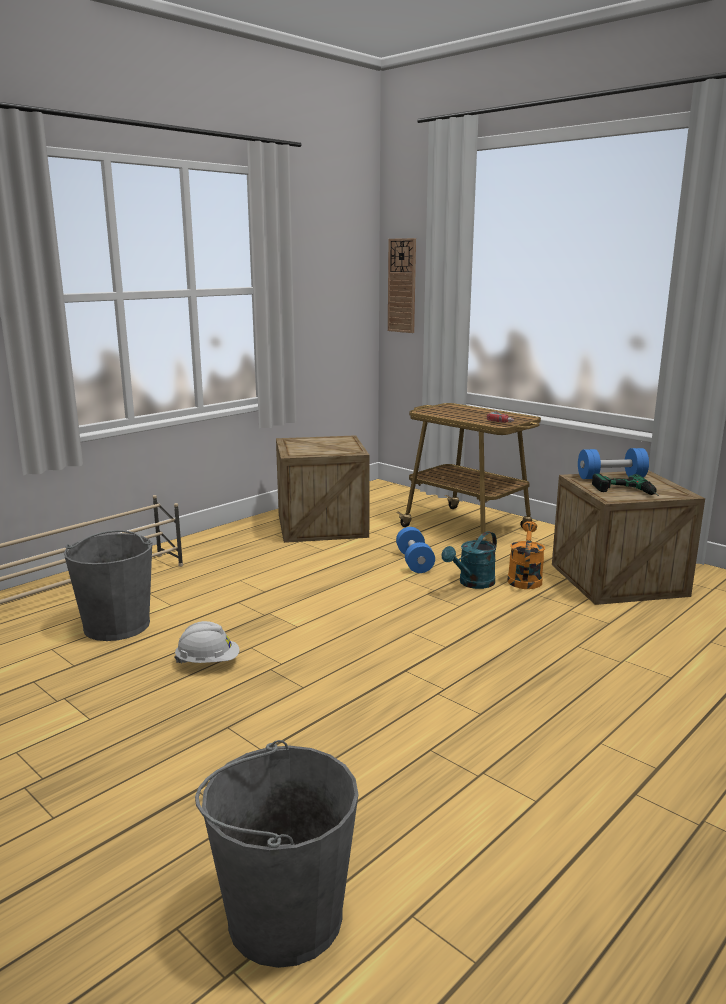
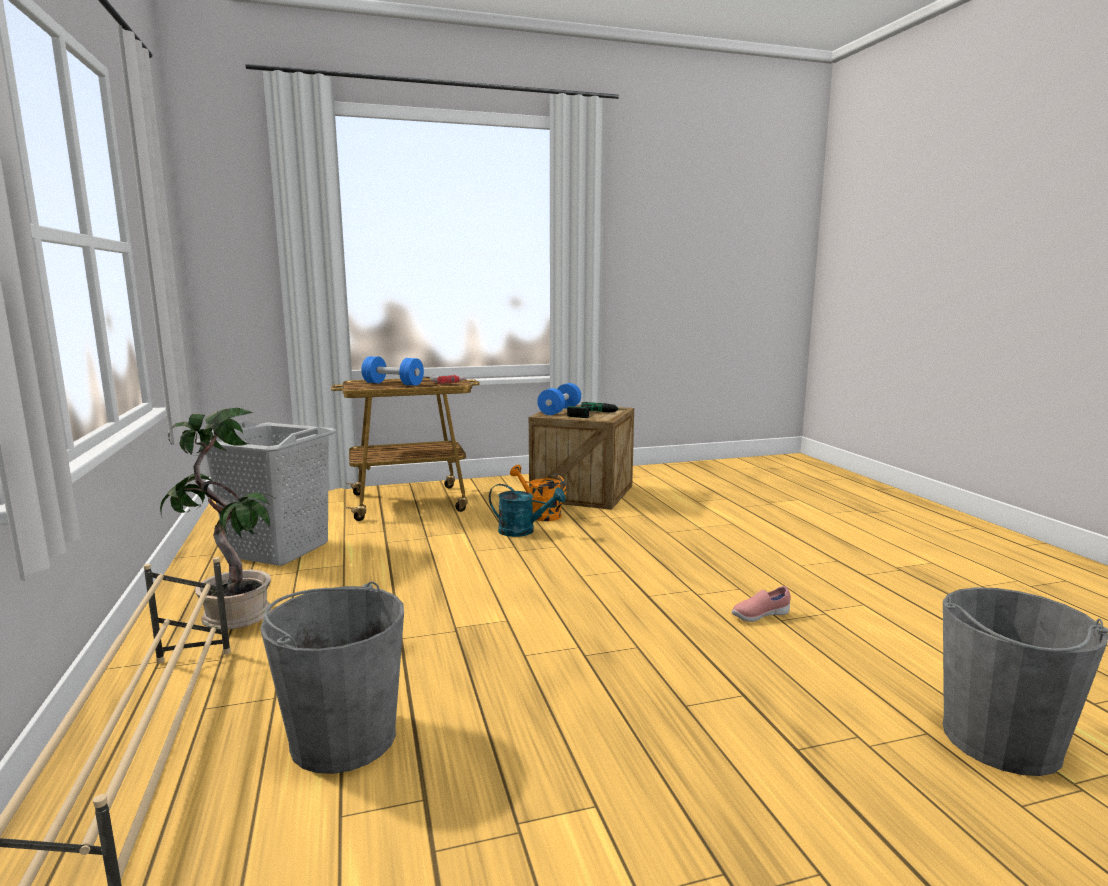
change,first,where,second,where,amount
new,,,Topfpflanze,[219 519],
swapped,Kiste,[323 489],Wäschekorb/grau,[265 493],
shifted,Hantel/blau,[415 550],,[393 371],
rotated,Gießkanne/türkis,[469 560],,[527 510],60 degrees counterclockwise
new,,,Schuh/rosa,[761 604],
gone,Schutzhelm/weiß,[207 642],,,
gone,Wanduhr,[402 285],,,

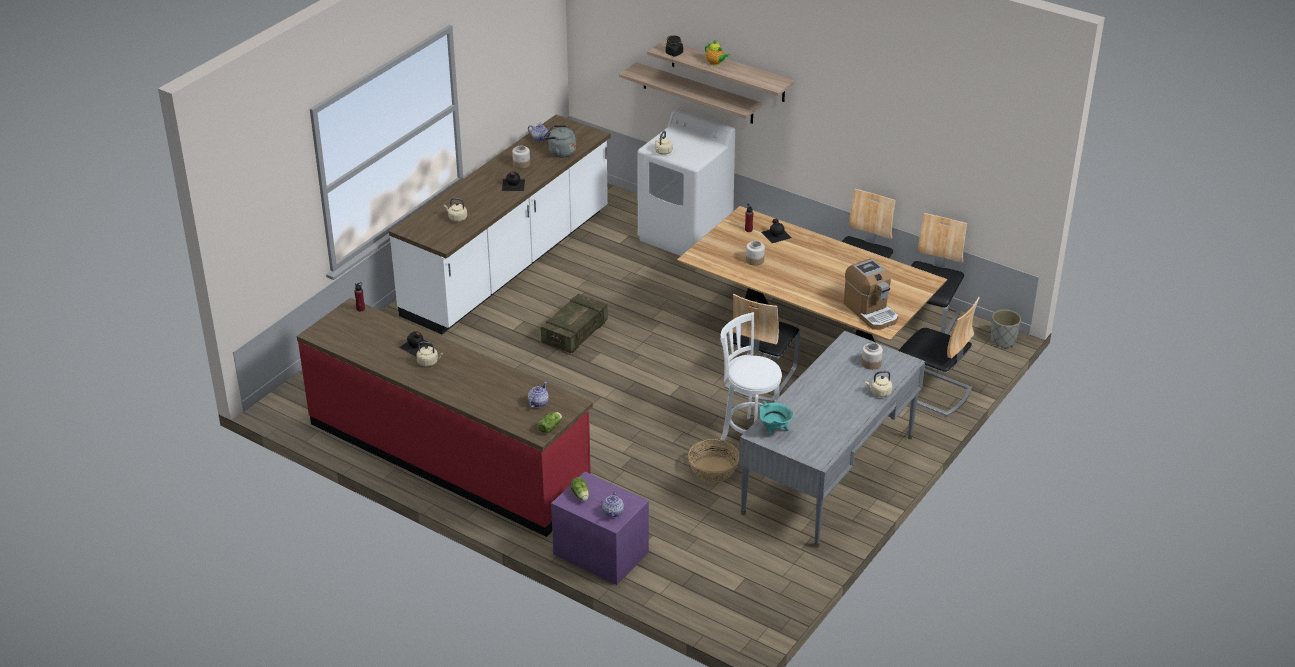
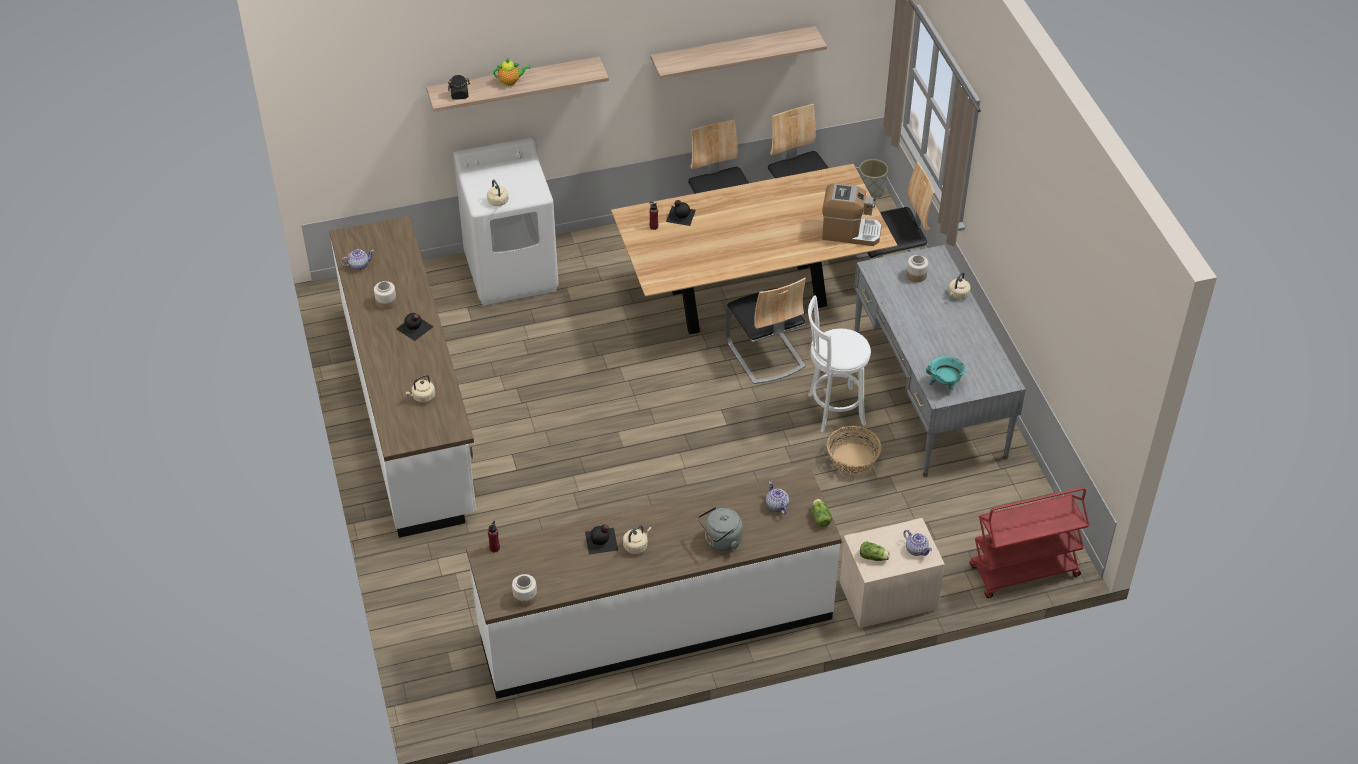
change,first,where,second,where,amount
repainted,Küchenzeile/rot,[445 417],Küchenzeile/weiß,[654 584],
shifted,Vorratsglas,[755 253],,[524 590],
shifted,Wandregal,[690 93],,[738 52],
shifted,Wasserkessel/grau,[560 141],,[720 529],
repainted,Nachttisch/lila,[600 528],Nachttisch/beige,[892 573],
new,,,Rollwagen/rot,[1030 542],
gone,Kiste,[574 323],,,

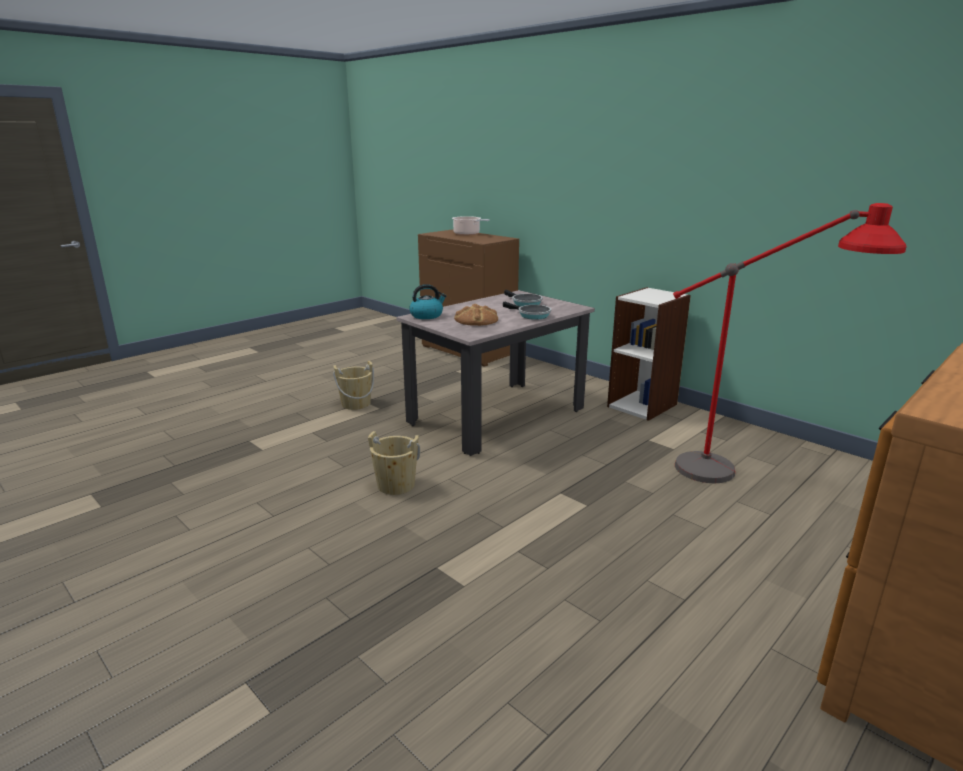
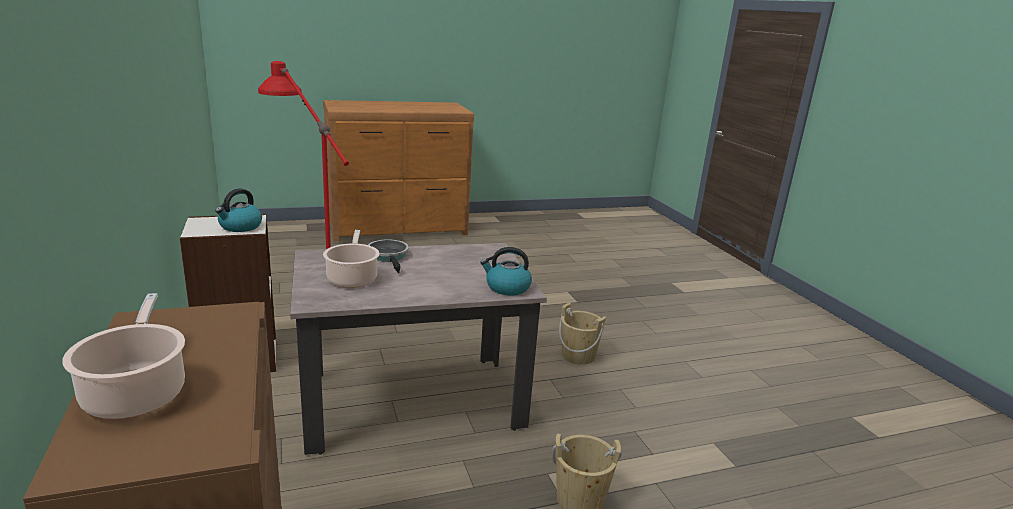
change,first,where,second,where,amount
new,,,Wasserkessel,[238 210],
swapped,Pfanne,[523 298],Kochtopf,[351 259],
gone,Brot,[476 315],,,

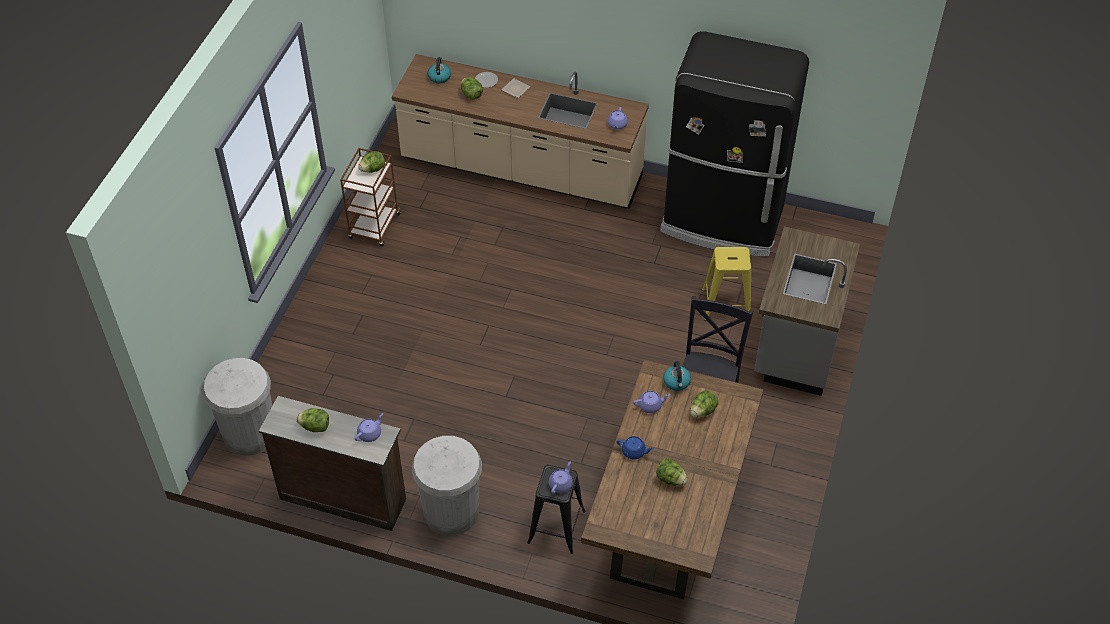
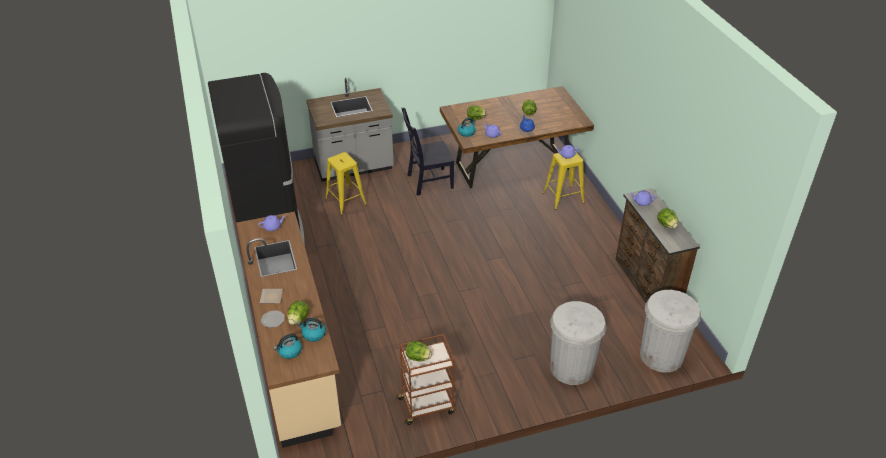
change,first,where,second,where,amount
new,,,Wasserkessel,[312 330],
repainted,Hocker/schwarz,[556 509],Hocker/gelb,[564 180],
shifted,Mülleimer/weiß,[447 486],,[578 343],

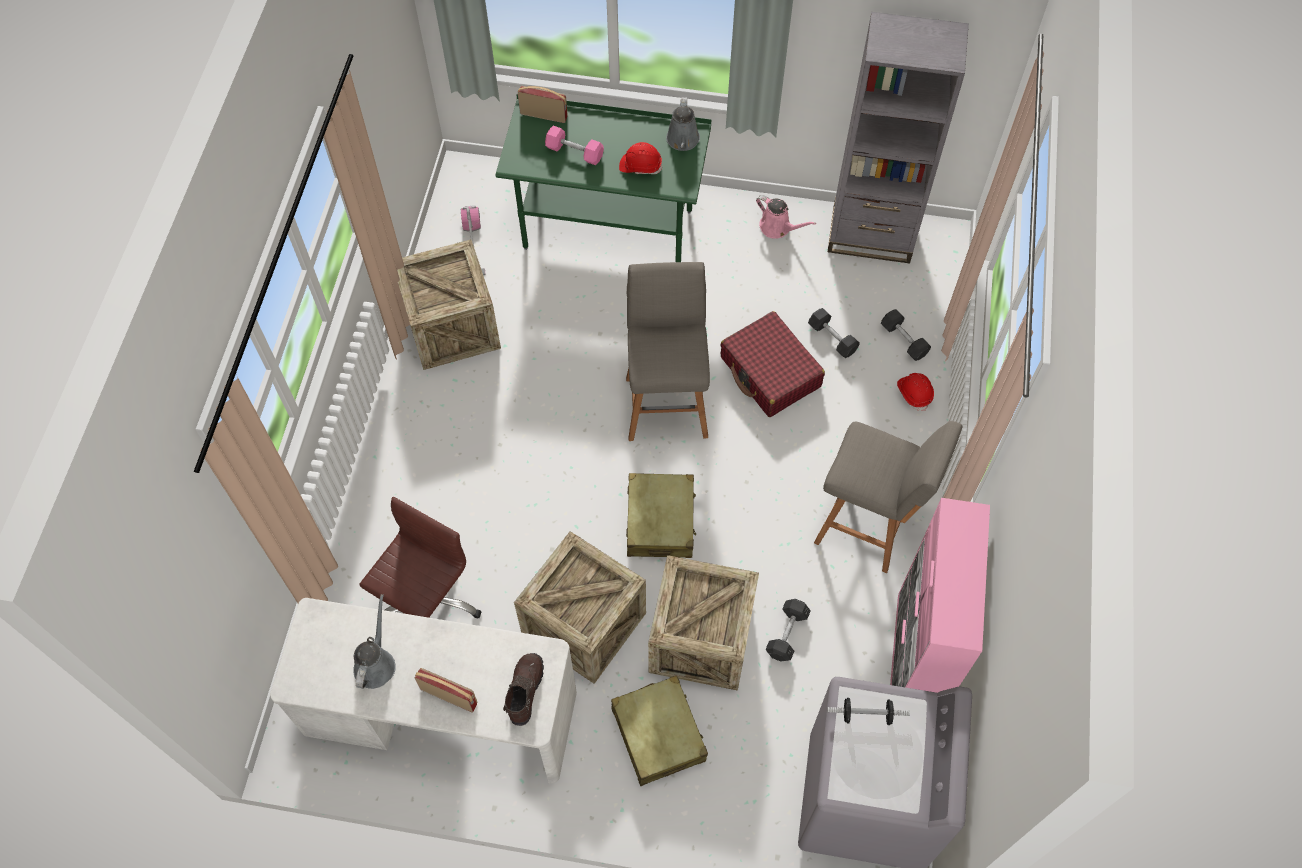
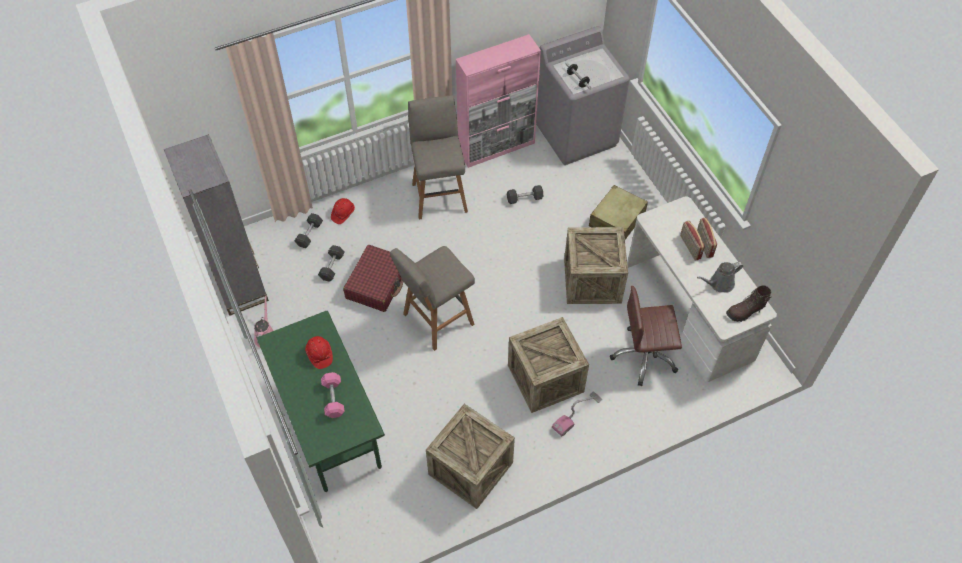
change,first,where,second,where,amount
shifted,Kiste,[703 623],,[548 365],
shifted,Staubsauger,[473 240],,[577 414],
shifted,Radio,[543 104],,[692 241],
shifted,Stiefel/braun,[523 689],,[748 304],
gone,Koffer/beige,[661 515],,,
gone,Gießkanne/grau,[683 124],,,

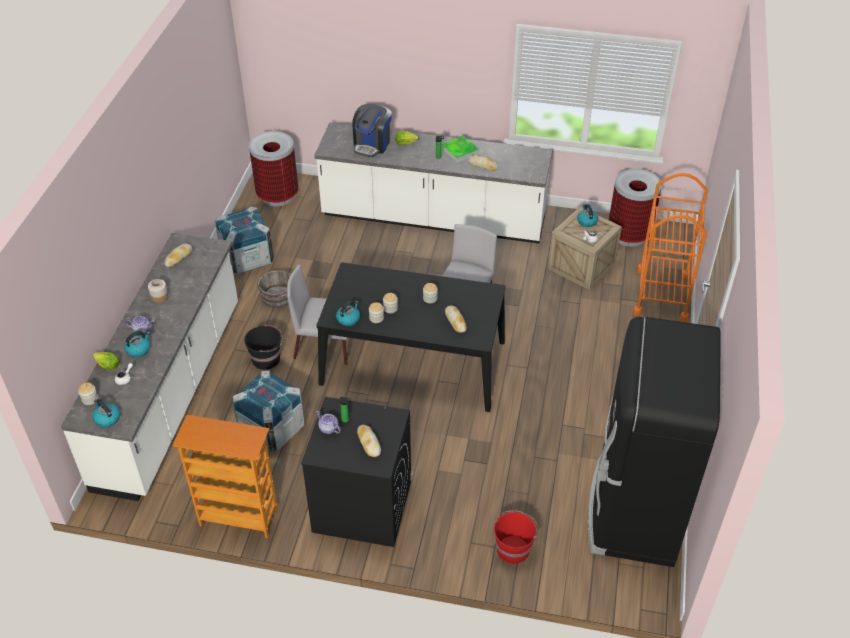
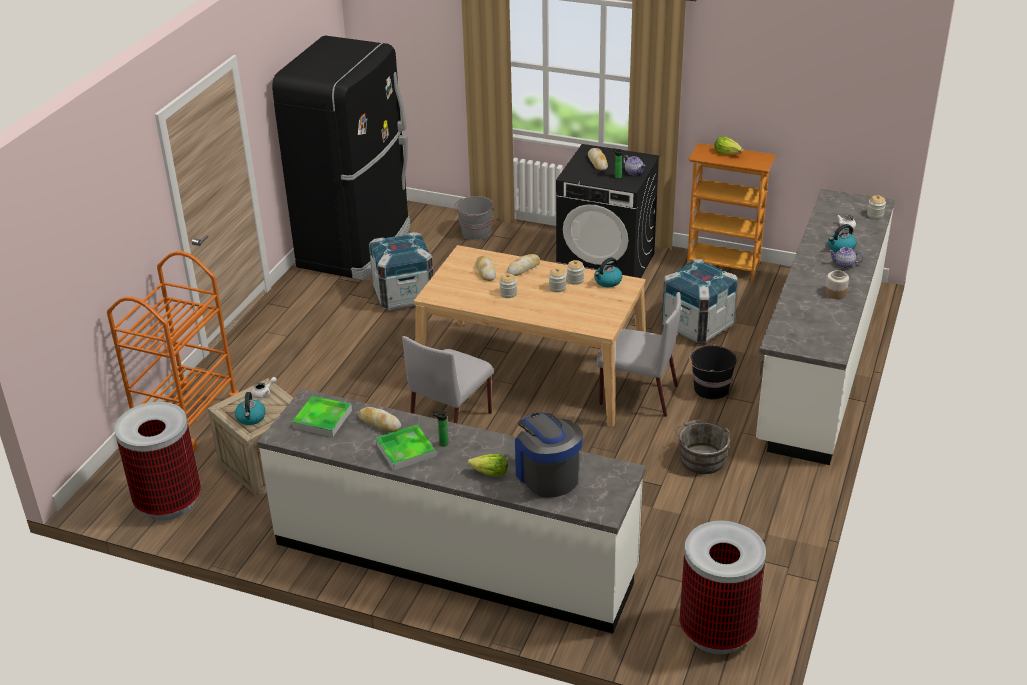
change,first,where,second,where,amount
new,,,Tablett,[322 416],
shifted,Kiste,[244 240],,[401 271],
repainted,Esstisch/schwarz,[411 337],Esstisch/beige,[530 336],
repainted,Eimer/rot,[516 537],Eimer/grau,[474 218],
shifted,Brot,[178 255],,[523 265],
rotated,Kaffeemaschine,[372 130],,[549 455],60 degrees counterclockwise
shifted,Salatkopf,[106 361],,[728 145],
gone,Wasserkessel,[106 413],,,

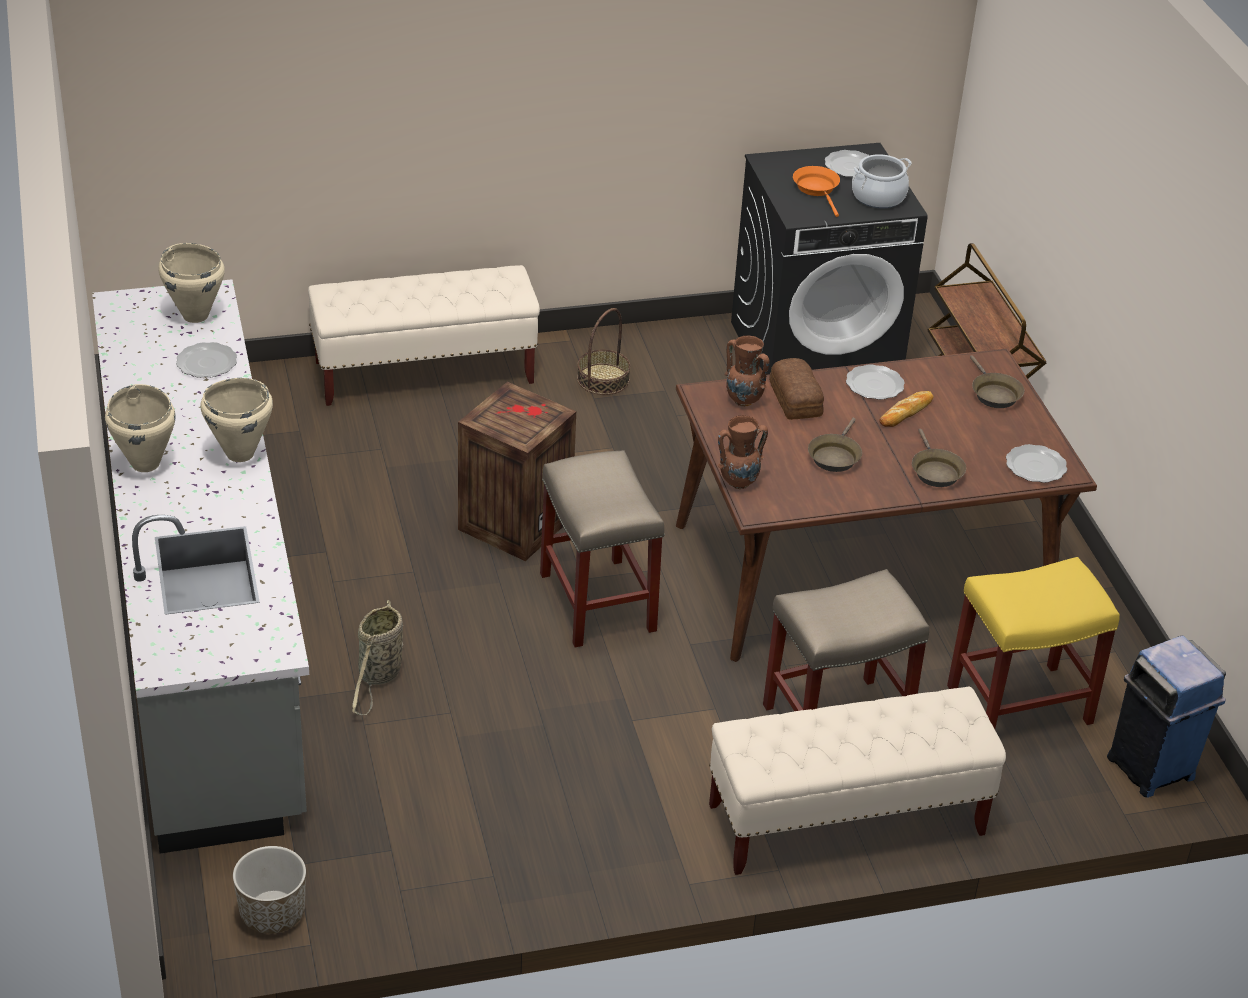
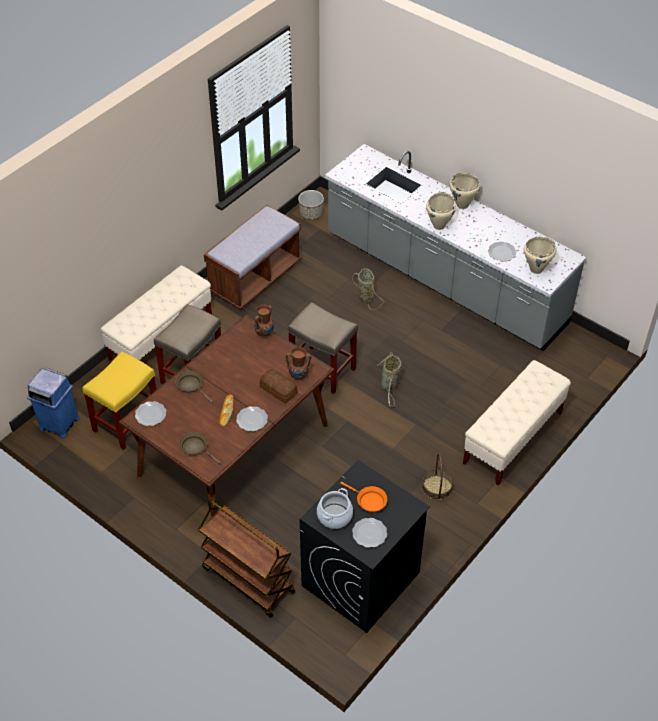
change,first,where,second,where,amount
new,,,Bank/braun,[252 257],
swapped,Kiste,[517 471],Korb,[390 379],
gone,Pfanne/braun,[835 445],,,

